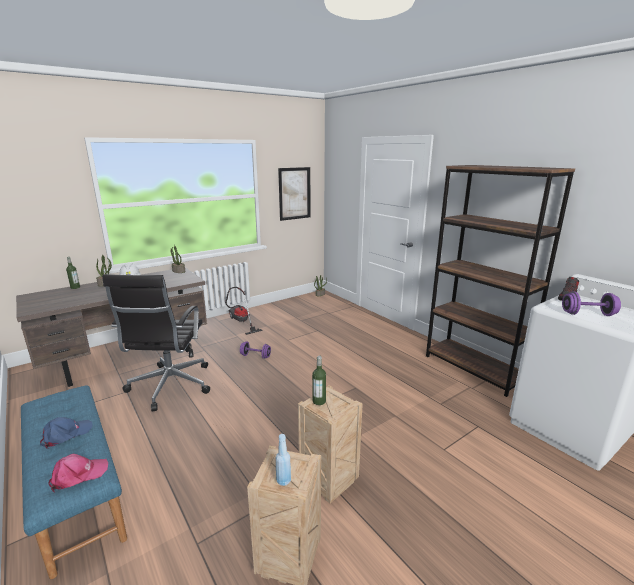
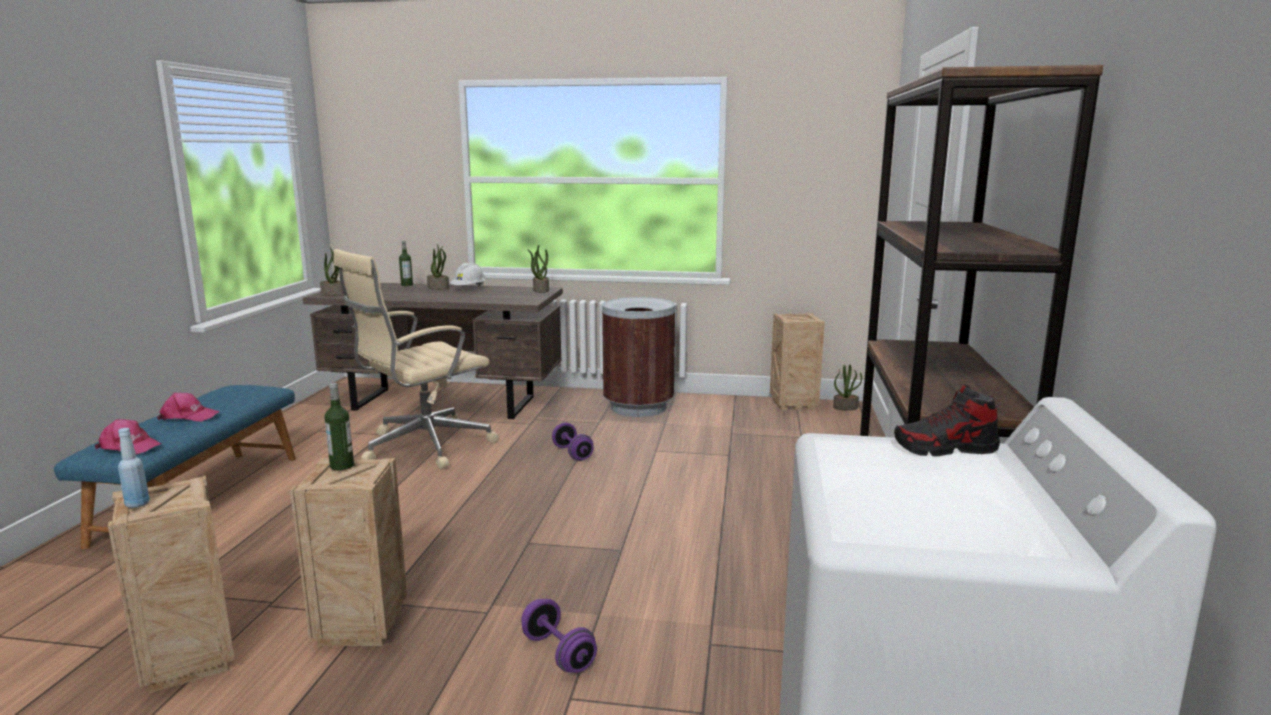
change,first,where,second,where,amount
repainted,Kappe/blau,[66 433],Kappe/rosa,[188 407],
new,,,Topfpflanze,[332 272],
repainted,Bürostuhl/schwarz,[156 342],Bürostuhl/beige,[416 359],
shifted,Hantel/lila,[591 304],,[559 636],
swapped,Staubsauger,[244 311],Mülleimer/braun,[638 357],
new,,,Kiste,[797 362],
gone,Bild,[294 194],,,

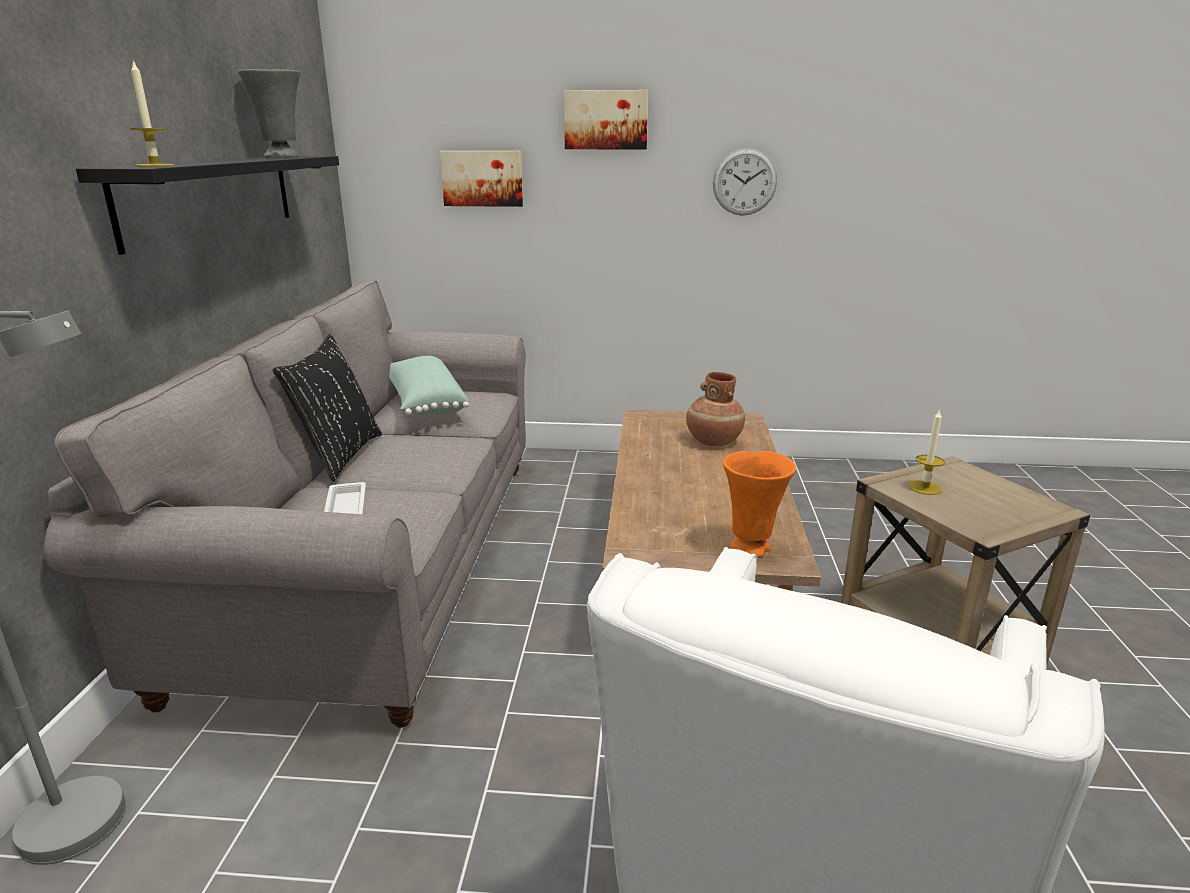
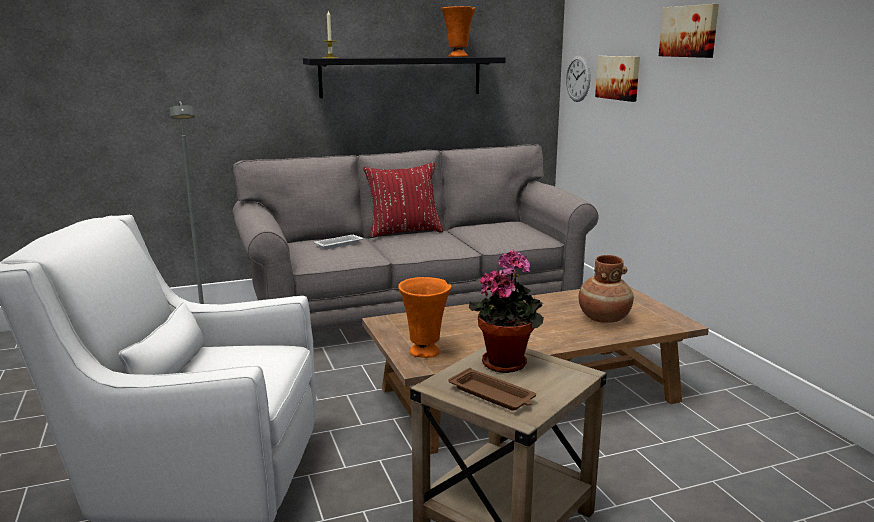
change,first,where,second,where,amount
repainted,Kissen/schwarz,[327 408],Kissen/rot,[403 200],
repainted,Vase/grau,[269 113],Vase/orange,[458 31],
new,,,Tablett/braun,[492 389],
swapped,Kerze,[927 452],Topfpflanze,[506 311],
shifted,Wanduhr,[745 182],,[578 79],
gone,Kissen/grün,[429 385],,,

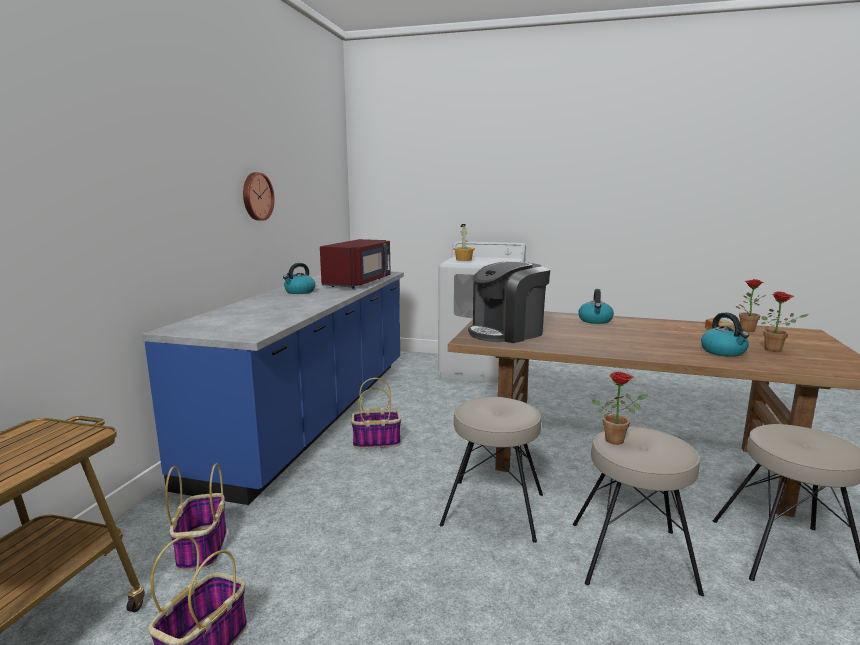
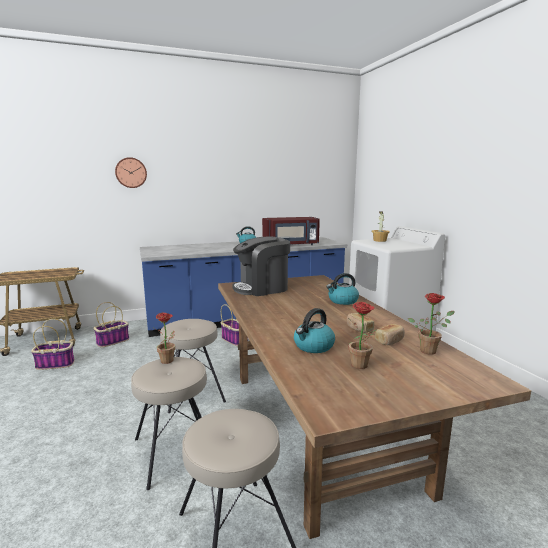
change,first,where,second,where,amount
shifted,Wanduhr,[259 196],,[131 172],
rotated,Kaffeemaschine,[509 302],,[261 266],45 degrees counterclockwise
new,,,Brot,[360 323],

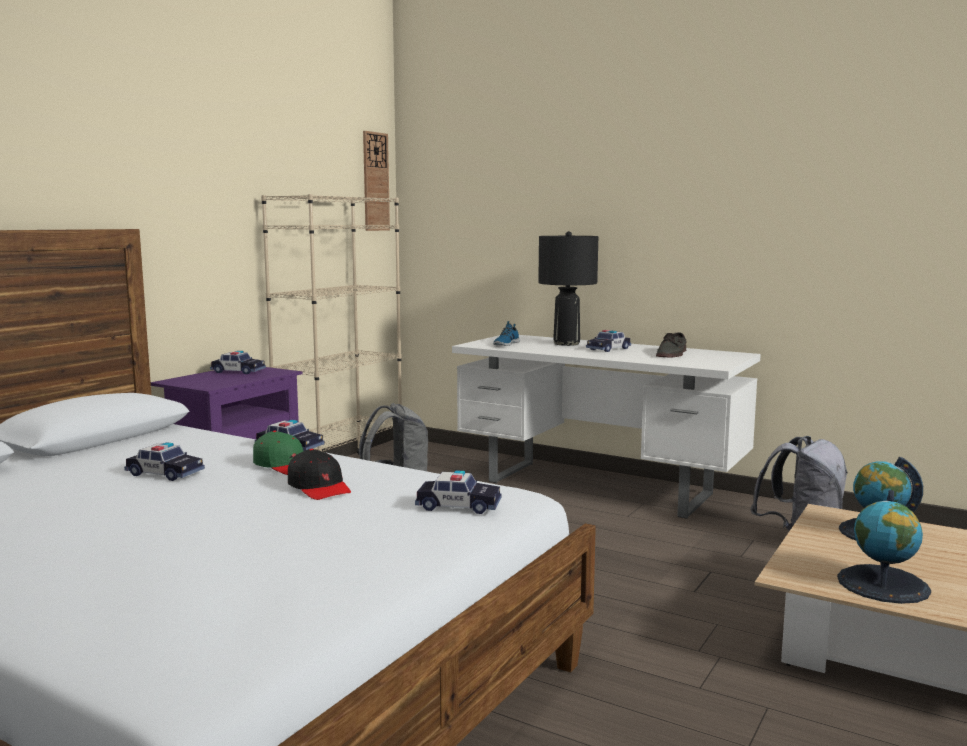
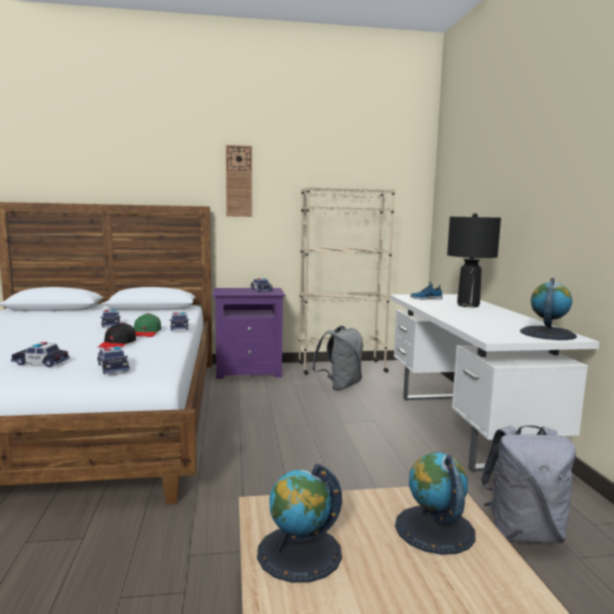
change,first,where,second,where,amount
shifted,Spielzeugauto,[608 341],,[40 354],
shifted,Wanduhr,[376 181],,[239 181],
new,,,Globus,[548 309],
gone,Schuh/grau,[671 344],,,

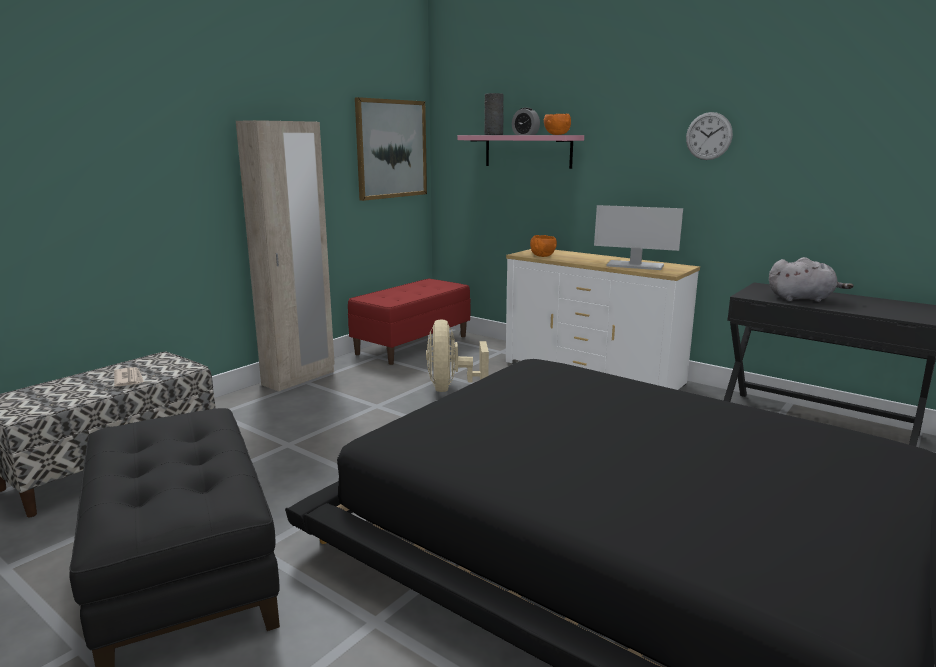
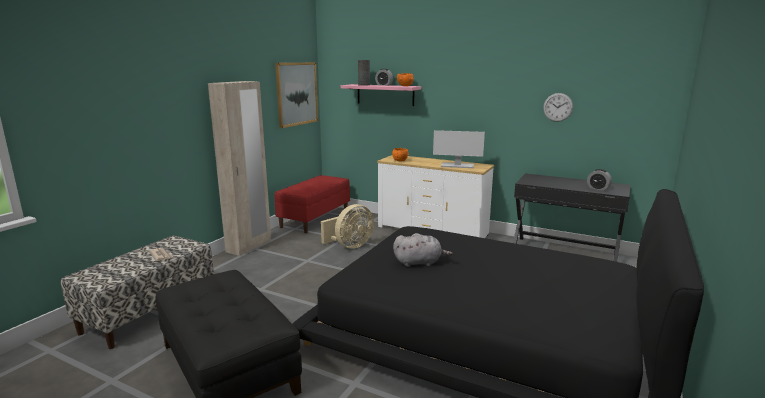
change,first,where,second,where,amount
rotated,Ventilator/beige,[457 355],,[347 226],120 degrees counterclockwise
shifted,Plüschtier/grau,[811 279],,[423 250],
shifted,Wanduhr,[709 136],,[558 107],
new,,,Wecker,[599 180],

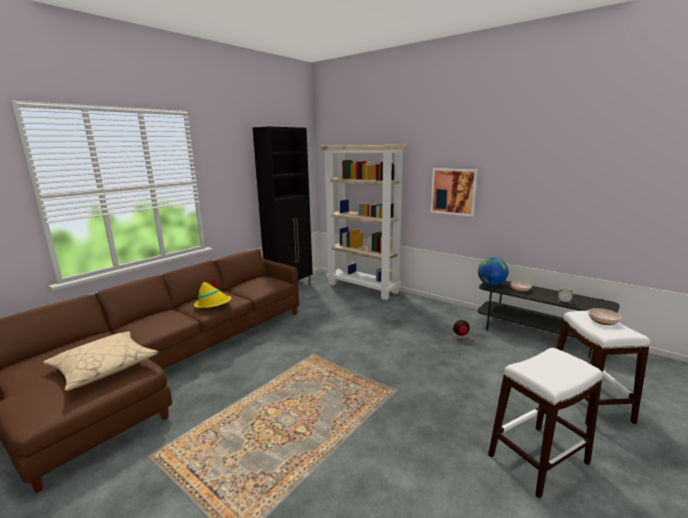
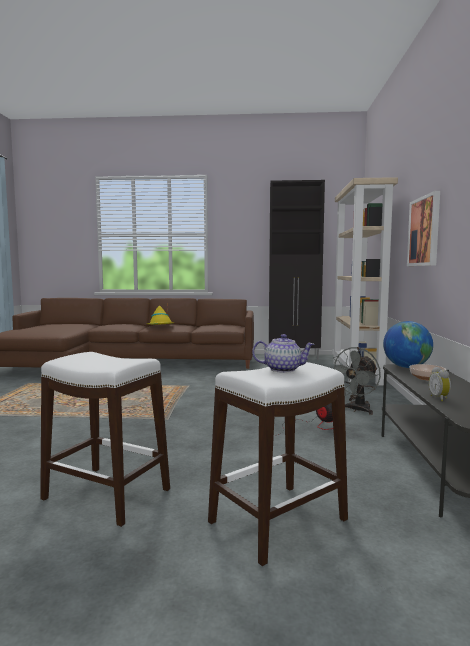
change,first,where,second,where,amount
swapped,Schüssel,[604 316],Teekanne,[283 353],
new,,,Ventilator/grau,[357 381],
gone,Kissen/beige,[101 361],,,

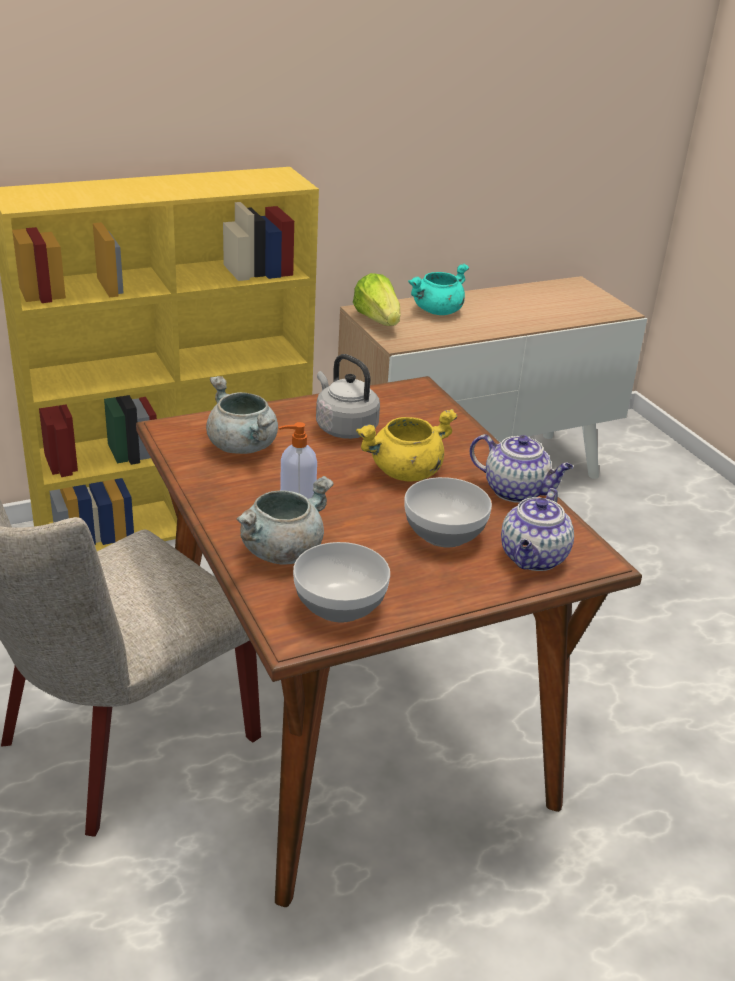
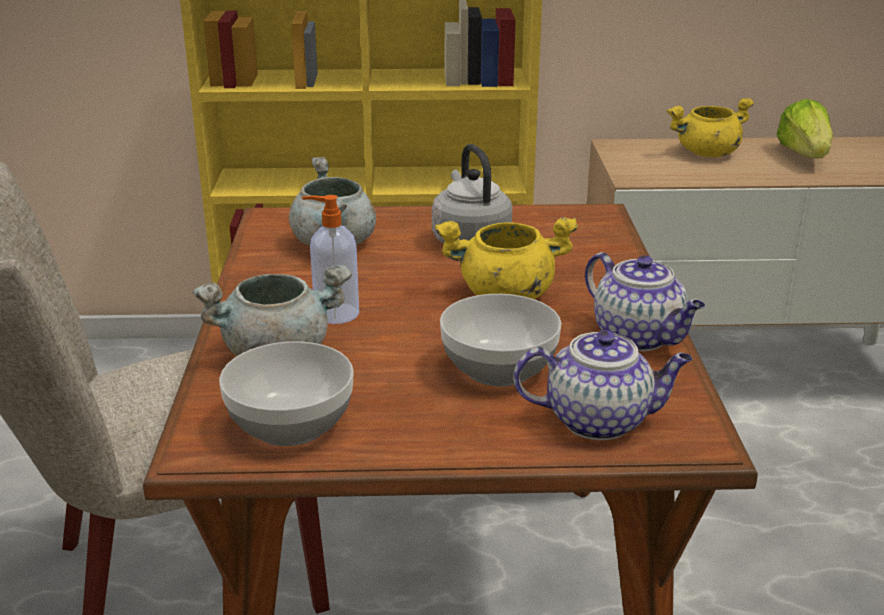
change,first,where,second,where,amount
rotated,Teekanne,[537 529],,[603 385],135 degrees counterclockwise
repainted,Kochtopf/türkis,[438 289],Kochtopf/gelb,[710 127],
shifted,Salatkopf,[377 299],,[805 129],

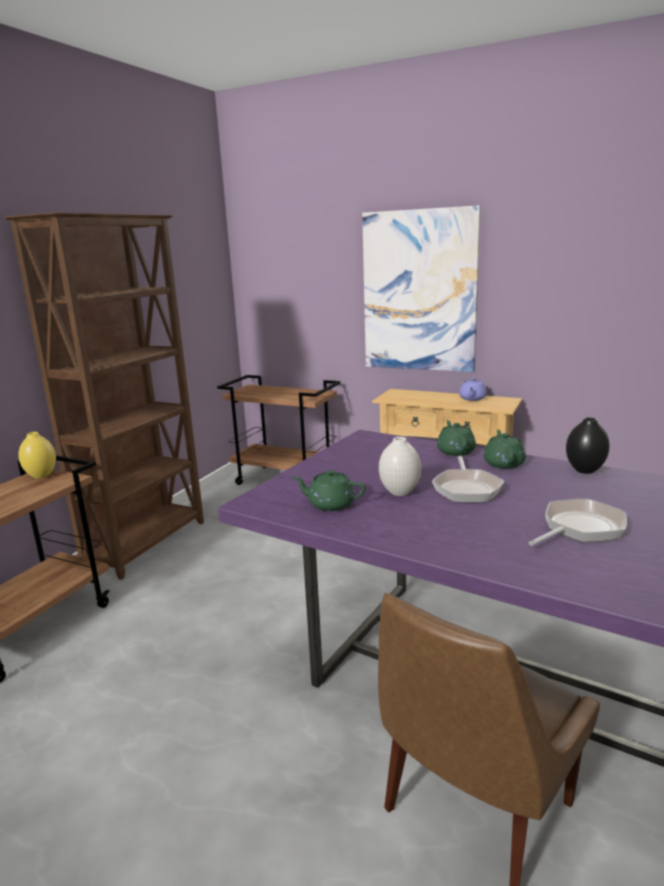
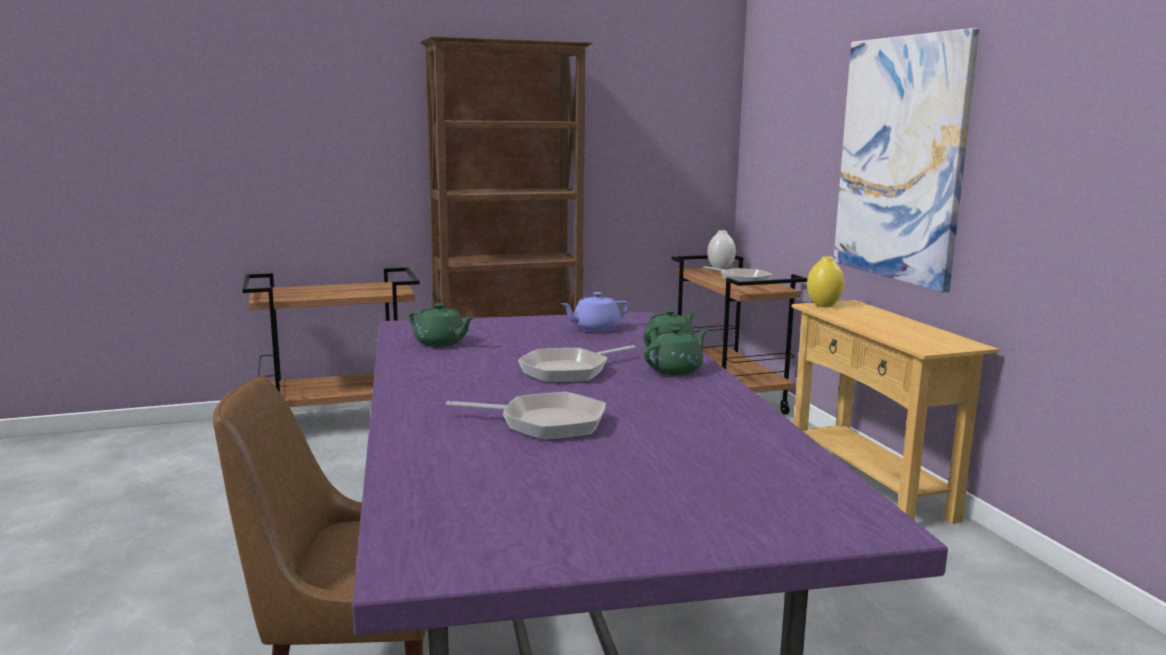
change,first,where,second,where,amount
rotated,Teekanne/grün,[329 490],,[442 325],150 degrees clockwise
shifted,Teekanne/lila,[473 389],,[594 312],
new,,,Pfanne,[737 273],
shifted,Vase/weiß,[400 466],,[721 250],
shifted,Vase/gelb,[37 455],,[825 281],
gone,Vase/schwarz,[588 445],,,

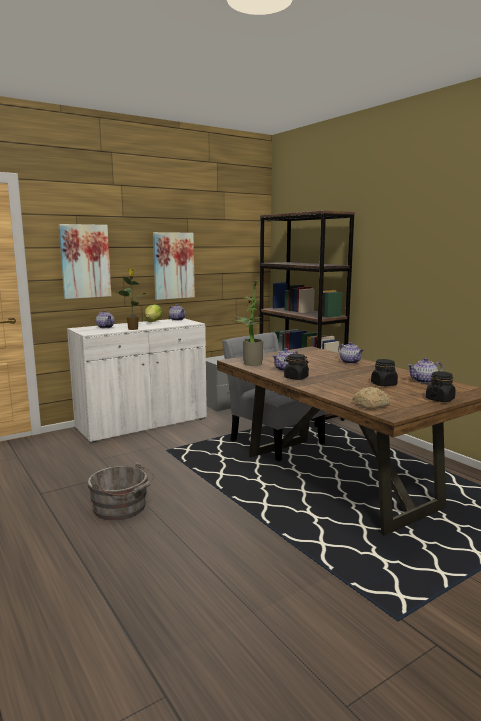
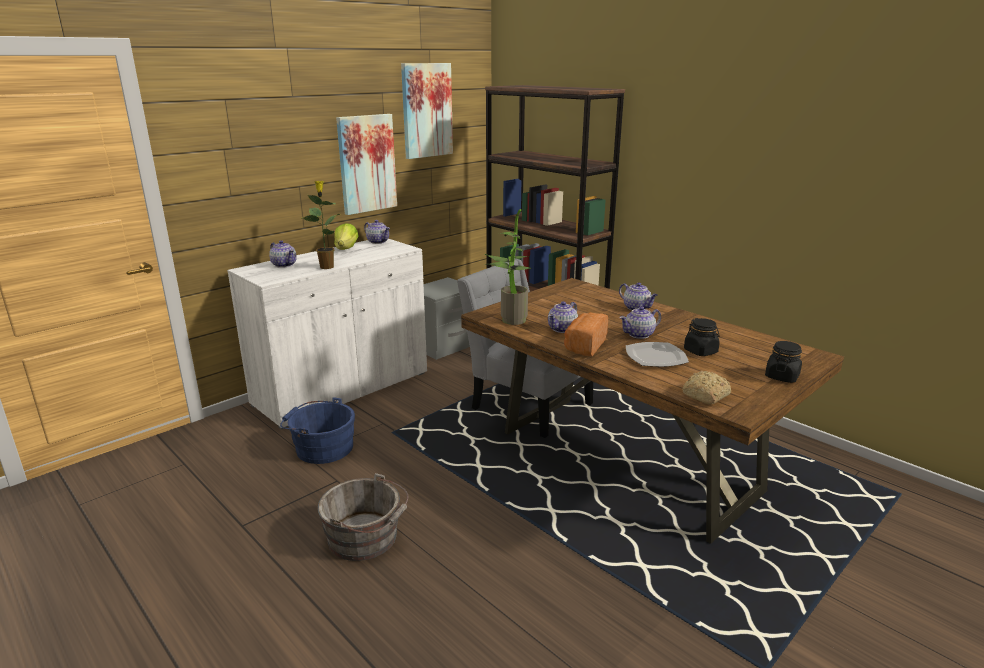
change,first,where,second,where,amount
new,,,Eimer/blau,[317 430],
shifted,Bild,[85 261],,[427 111],
swapped,Vorratsglas/schwarz,[296 367],Brot,[586 334],
shifted,Teekanne,[425 371],,[640 322],
new,,,Teller,[657 354],

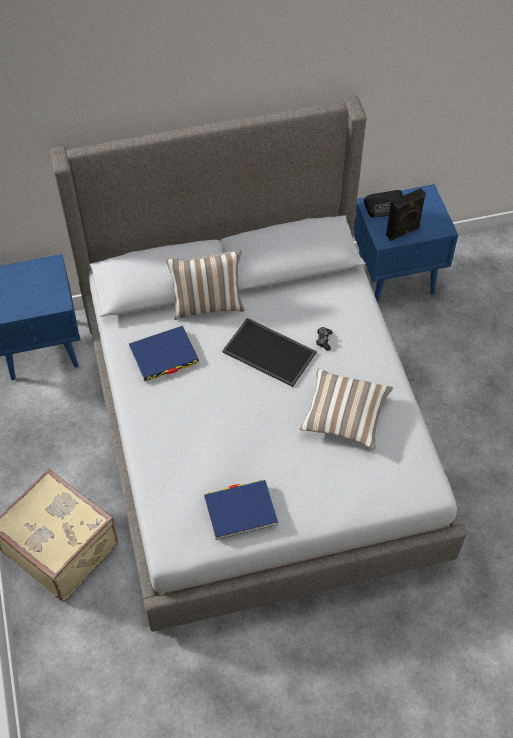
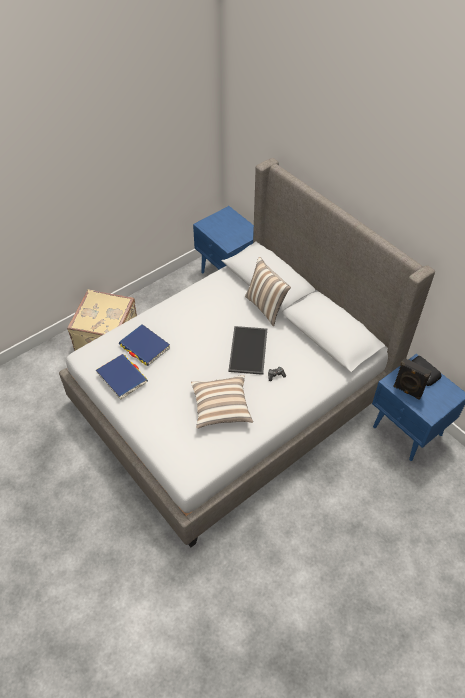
change,first,where,second,where,amount
shifted,Buch/blau,[164 353],,[144 345],

